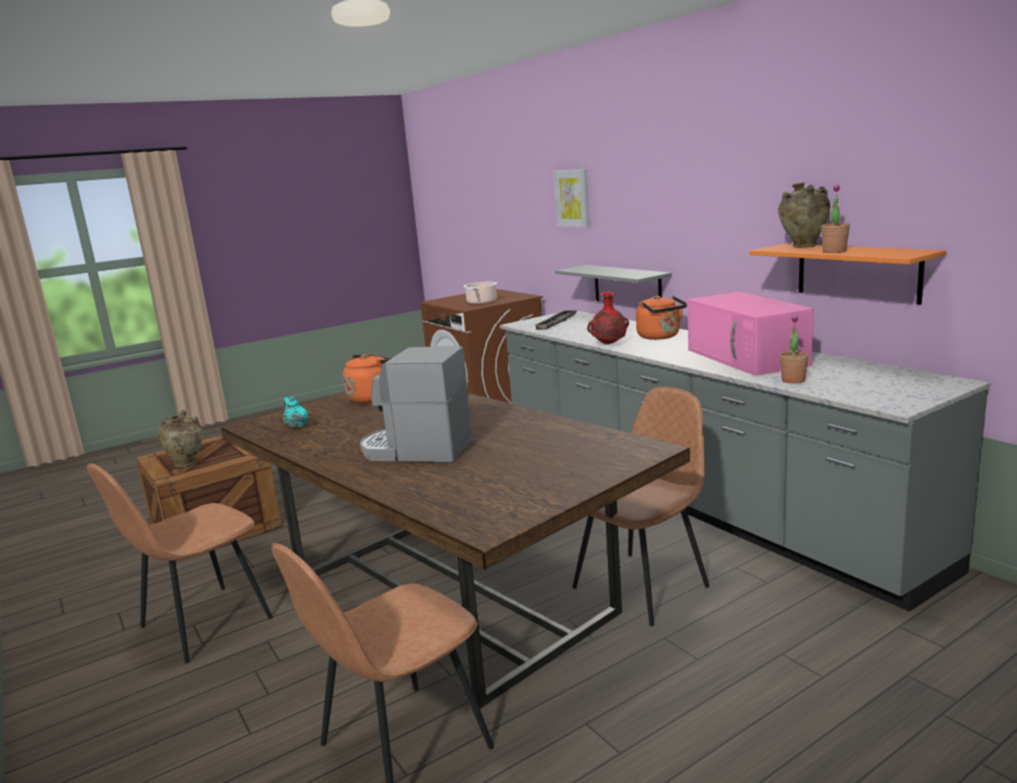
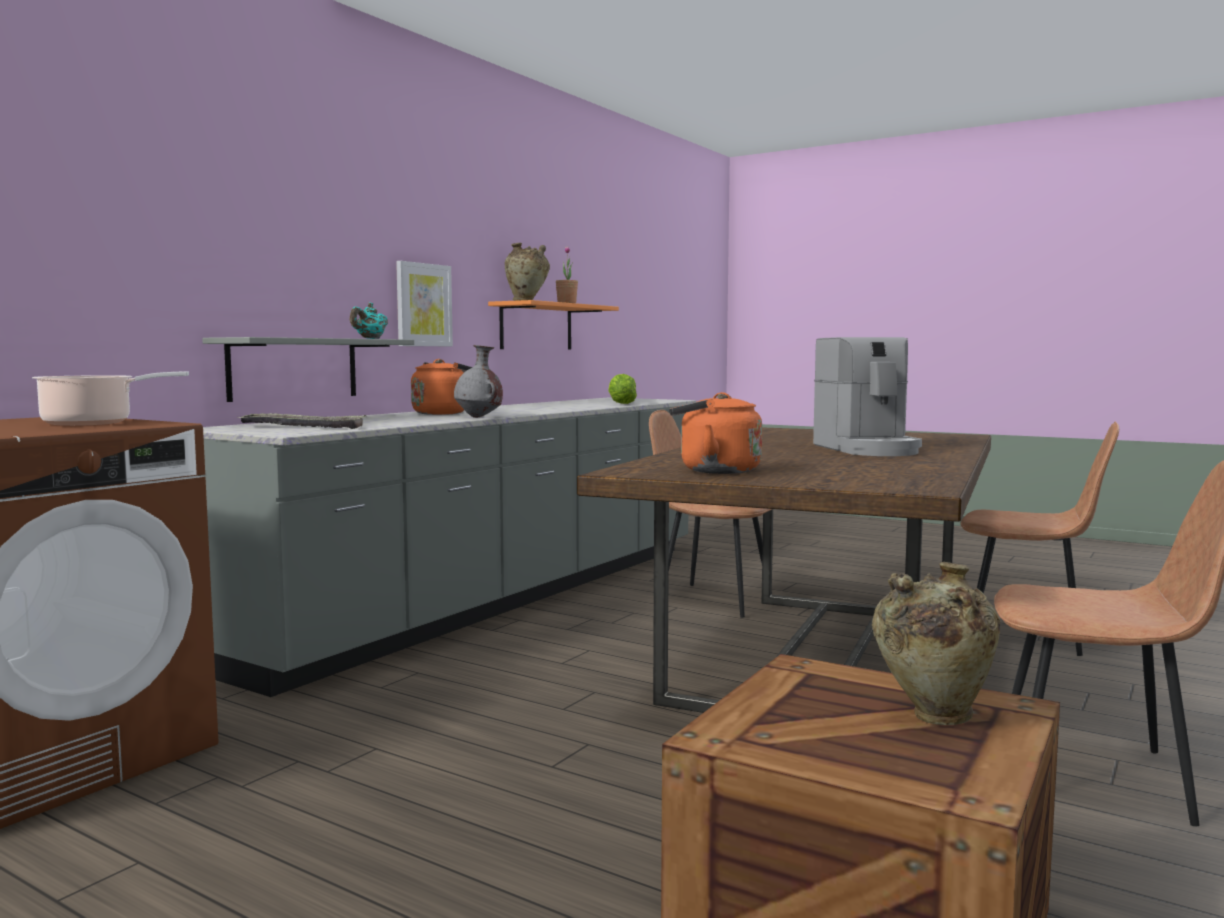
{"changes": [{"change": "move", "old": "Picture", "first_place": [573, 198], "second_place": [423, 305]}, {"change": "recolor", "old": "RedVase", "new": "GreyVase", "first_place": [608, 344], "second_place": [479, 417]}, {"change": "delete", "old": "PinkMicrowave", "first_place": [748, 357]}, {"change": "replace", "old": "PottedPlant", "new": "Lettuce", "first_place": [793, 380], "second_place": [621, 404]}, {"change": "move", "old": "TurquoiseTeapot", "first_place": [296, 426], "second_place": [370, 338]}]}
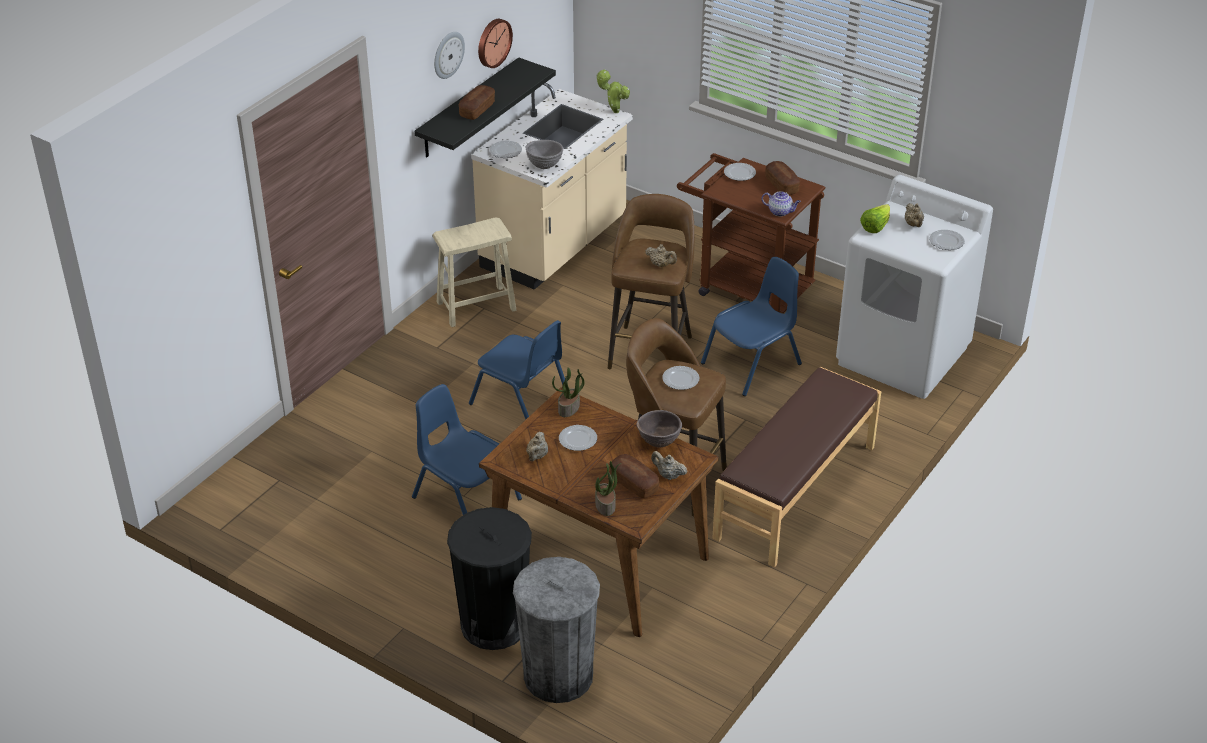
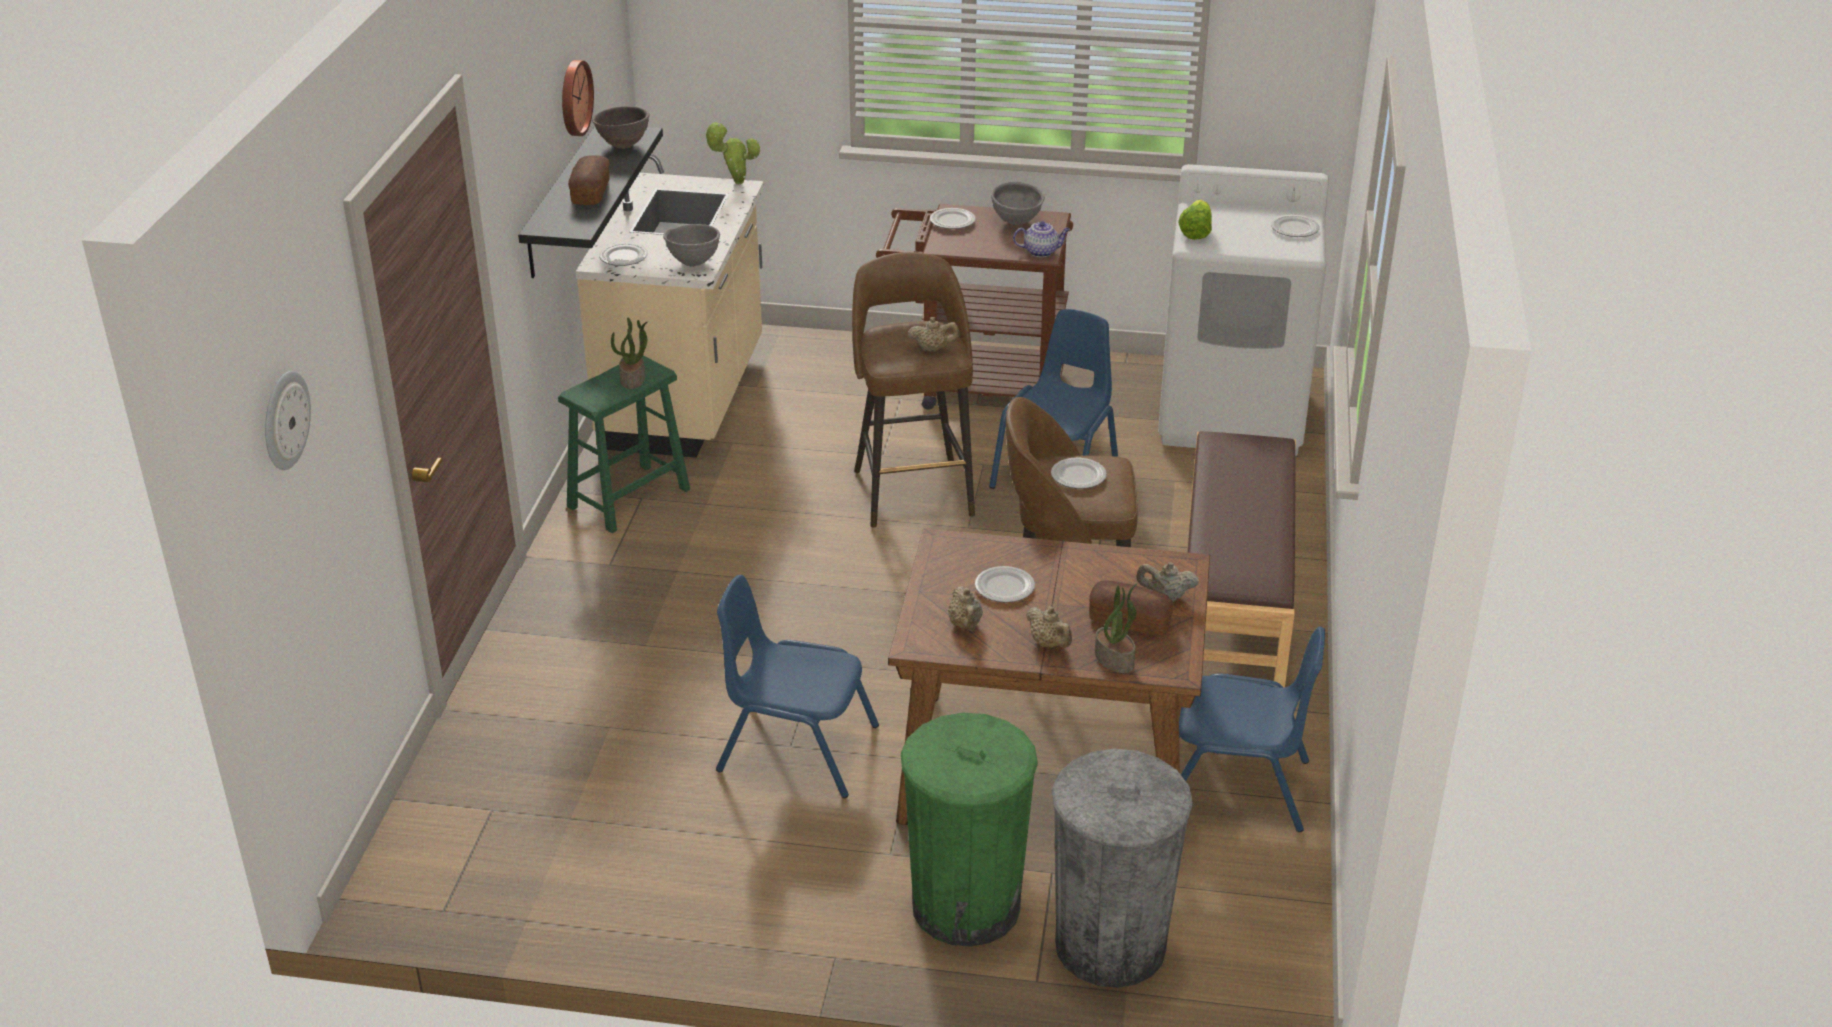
{"changes": [{"change": "move", "old": "WallClock", "first_place": [448, 54], "second_place": [284, 420]}, {"change": "replace", "old": "Bread", "new": "GreyBowl", "first_place": [781, 185], "second_place": [1016, 222]}, {"change": "move", "old": "BeigeTeapot", "first_place": [913, 224], "second_place": [1049, 644]}, {"change": "recolor", "old": "BeigeStool", "new": "GreenStool", "first_place": [476, 306], "second_place": [628, 498]}, {"change": "move", "old": "BlueChair", "first_place": [521, 403], "second_place": [1236, 787]}, {"change": "move", "old": "PottedPlant", "first_place": [569, 408], "second_place": [633, 379]}, {"change": "move", "old": "BrownBowl", "first_place": [659, 442], "second_place": [623, 146]}, {"change": "recolor", "old": "BlackTrashCan", "new": "GreenTrashCan", "first_place": [494, 624], "second_place": [965, 906]}]}
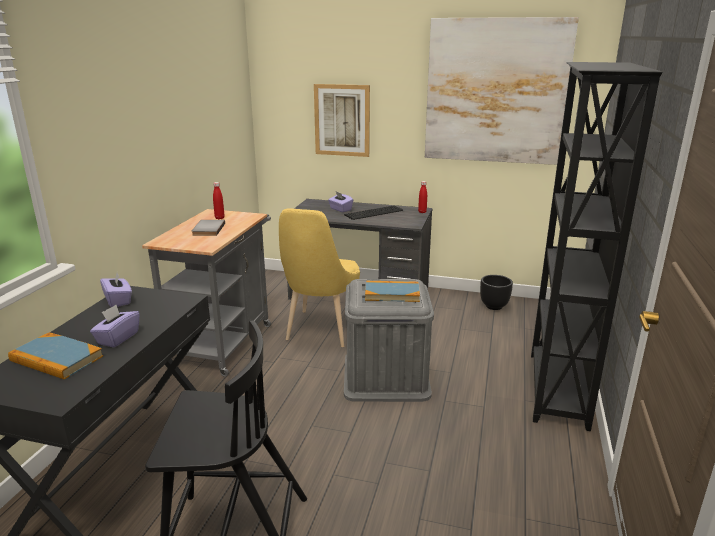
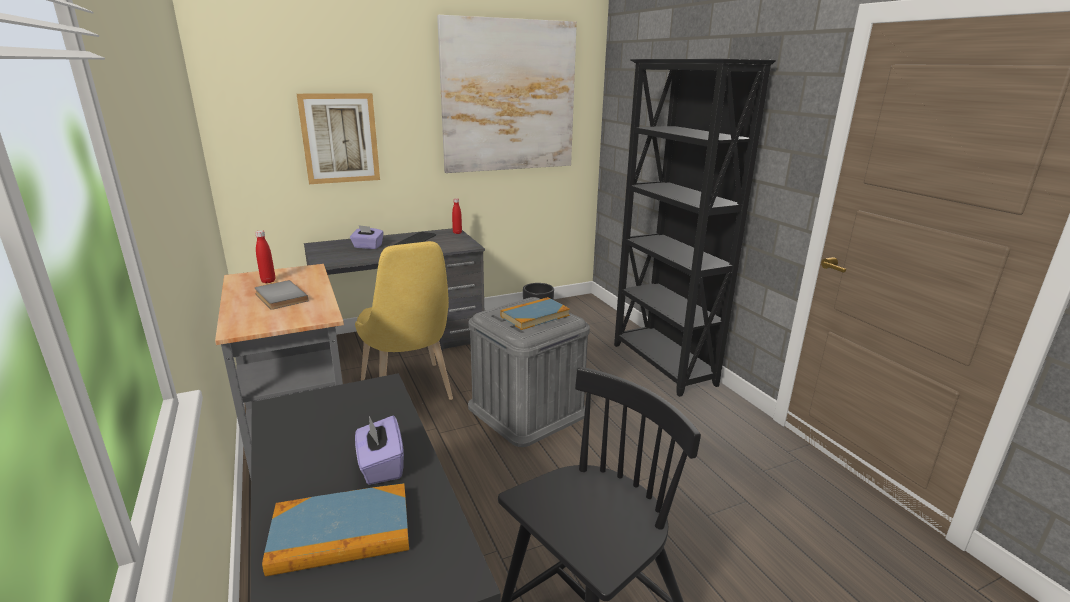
{"changes": [{"change": "delete", "old": "PurpleTissueBox", "first_place": [118, 300]}]}
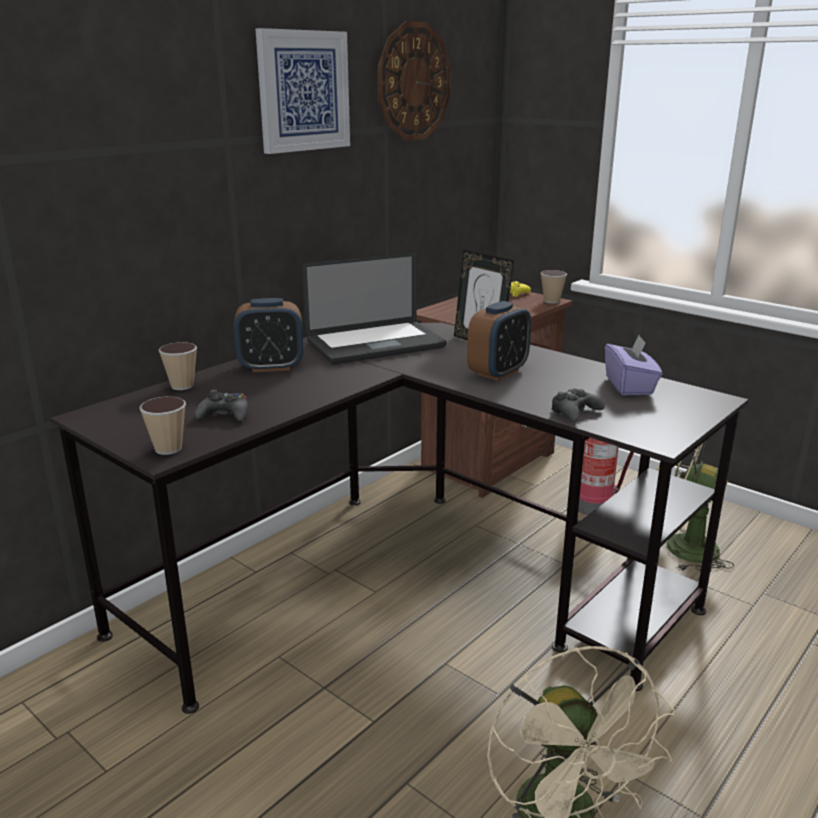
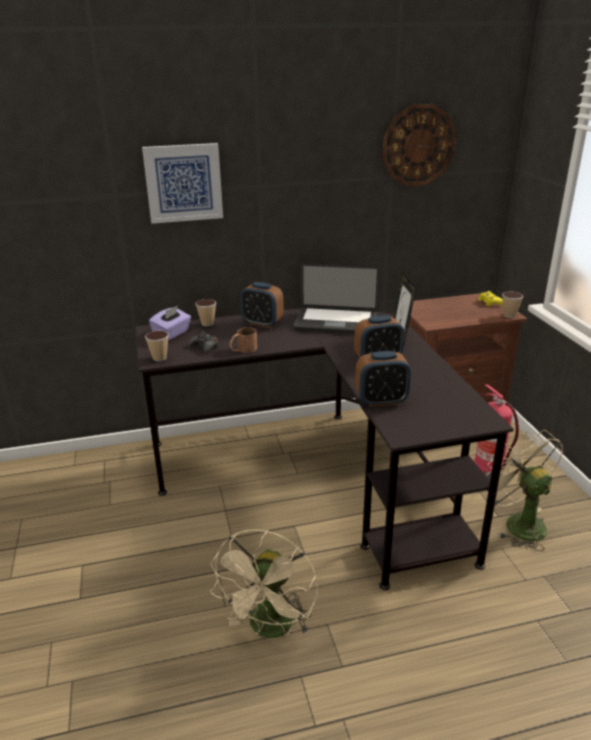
{"changes": [{"change": "move", "old": "Picture", "first_place": [303, 91], "second_place": [183, 183]}, {"change": "move", "old": "PurpleTissueBox", "first_place": [630, 386], "second_place": [172, 334]}, {"change": "replace", "old": "BlackGameController", "new": "AlarmClock", "first_place": [575, 412], "second_place": [381, 401]}, {"change": "insert", "new": "BrownMug", "second_place": [243, 349]}]}
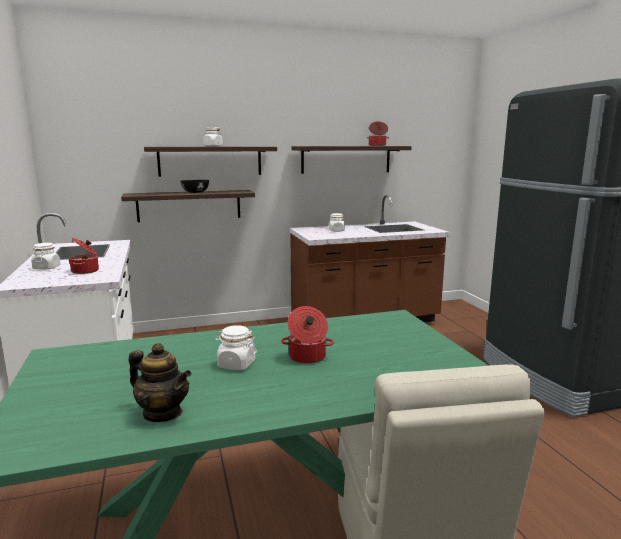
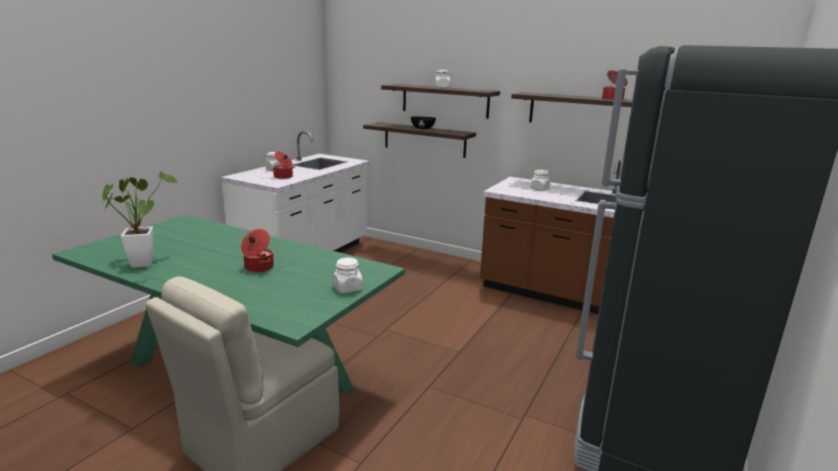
{"changes": [{"change": "move", "old": "WhiteJar", "first_place": [236, 364], "second_place": [347, 288]}, {"change": "replace", "old": "Teapot", "new": "PottedPlant", "first_place": [163, 413], "second_place": [144, 262]}]}
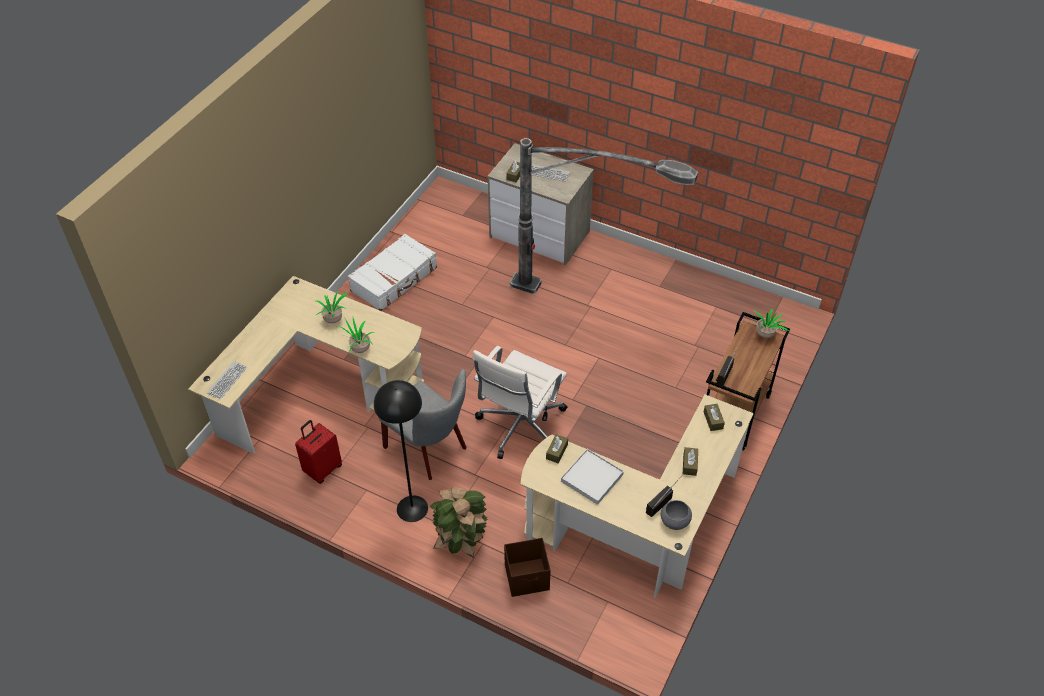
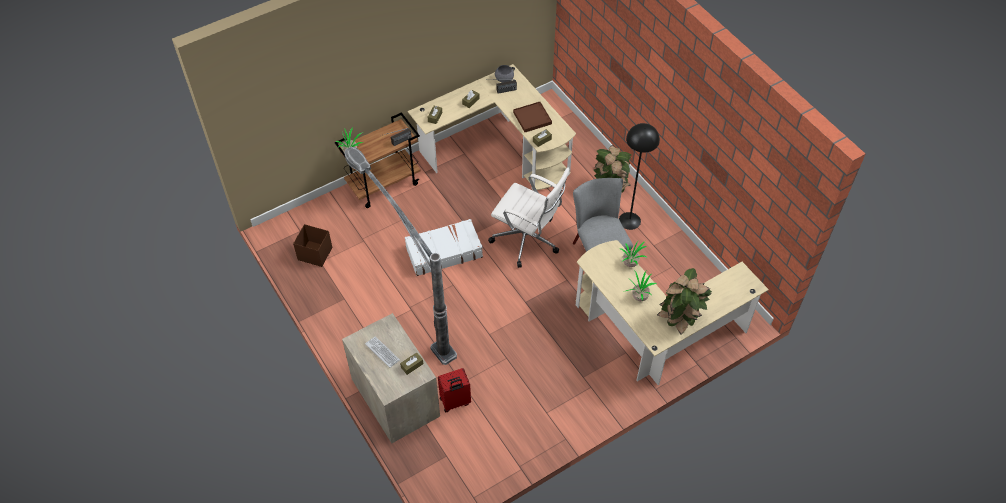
{"changes": [{"change": "move", "old": "WhiteSuitcase", "first_place": [394, 279], "second_place": [443, 252]}, {"change": "rotate", "old": "WhiteOfficeChair", "first_place": [520, 427], "second_place": [528, 240], "degrees": 60}, {"change": "delete", "old": "Keyboard", "first_place": [227, 380]}, {"change": "move", "old": "RedSuitcase", "first_place": [322, 469], "second_place": [455, 402]}, {"change": "recolor", "old": "WhiteTray", "new": "BrownTray", "first_place": [591, 478], "second_place": [532, 118]}, {"change": "move", "old": "BrownStorageBox", "first_place": [527, 578], "second_place": [314, 253]}, {"change": "insert", "new": "PottedPlant", "second_place": [680, 319]}]}
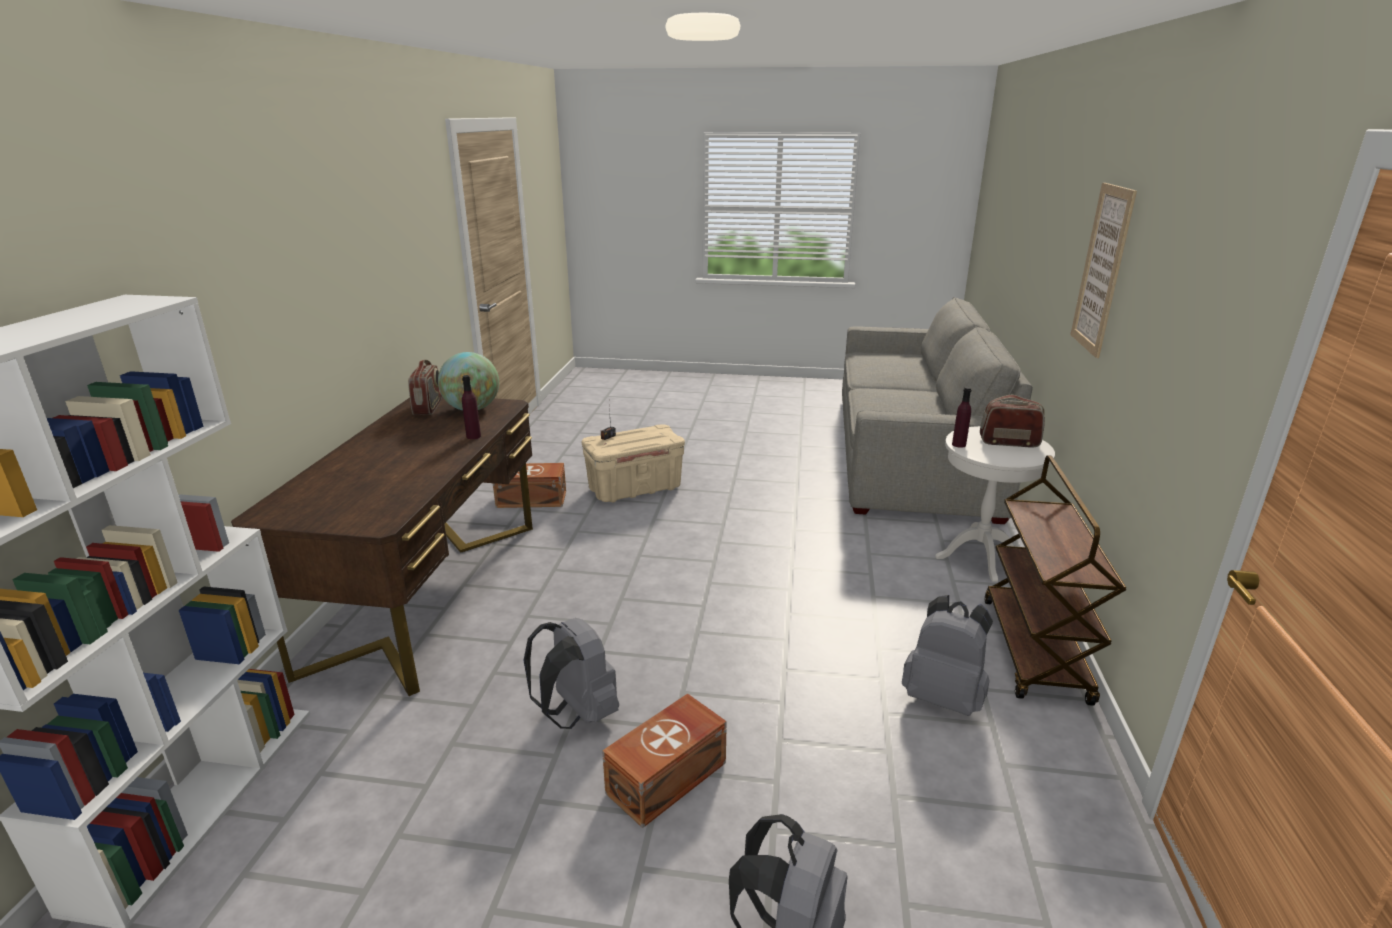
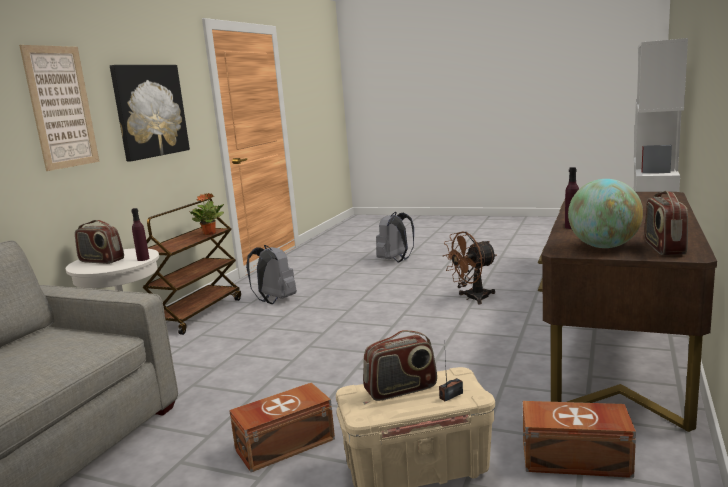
{"changes": [{"change": "replace", "old": "GreyBackpack", "new": "BrownFan", "first_place": [577, 713], "second_place": [472, 298]}, {"change": "move", "old": "BrownStorageBox", "first_place": [669, 777], "second_place": [283, 444]}, {"change": "insert", "new": "Picture", "second_place": [150, 111]}, {"change": "insert", "new": "PottedPlant", "second_place": [210, 233]}, {"change": "insert", "new": "Radio", "second_place": [401, 390]}]}
